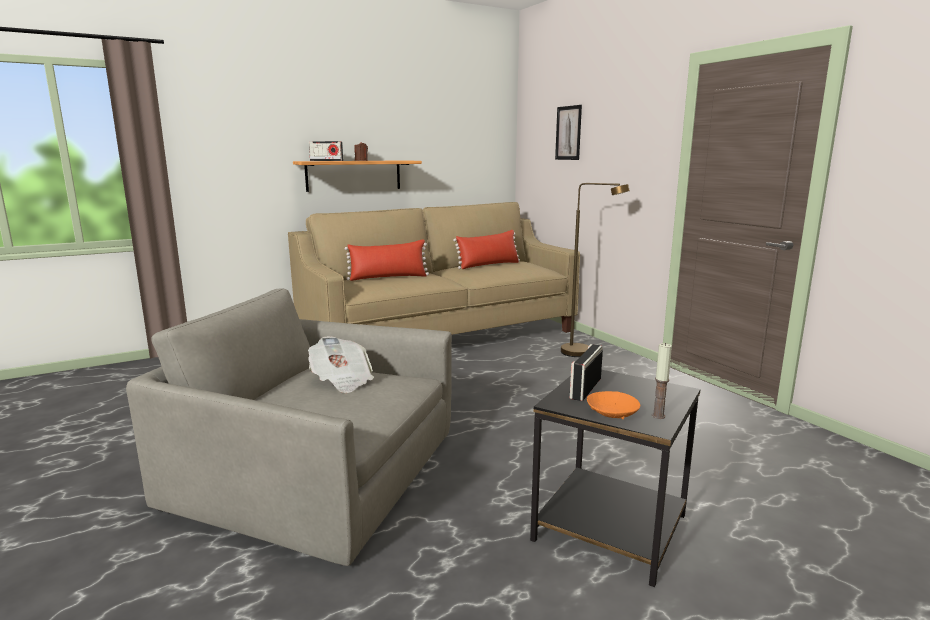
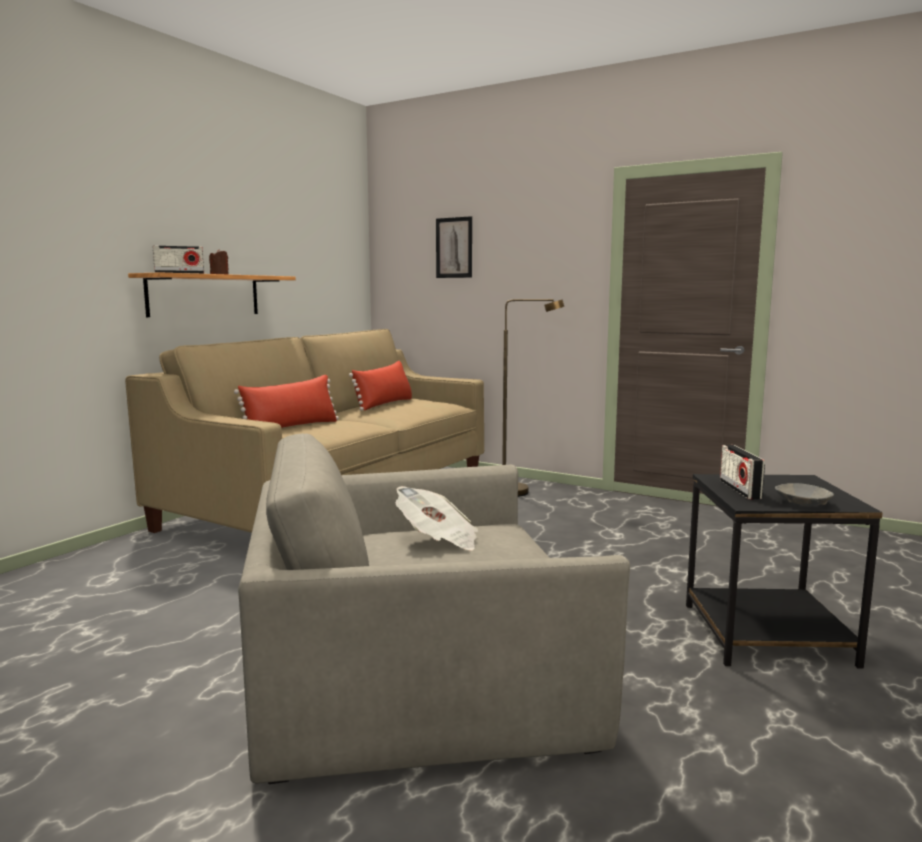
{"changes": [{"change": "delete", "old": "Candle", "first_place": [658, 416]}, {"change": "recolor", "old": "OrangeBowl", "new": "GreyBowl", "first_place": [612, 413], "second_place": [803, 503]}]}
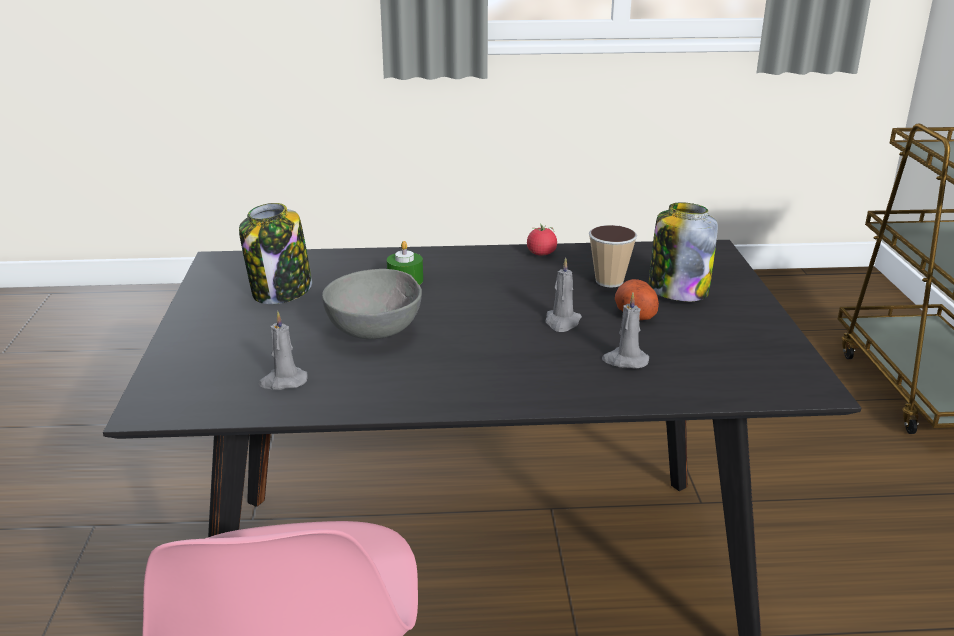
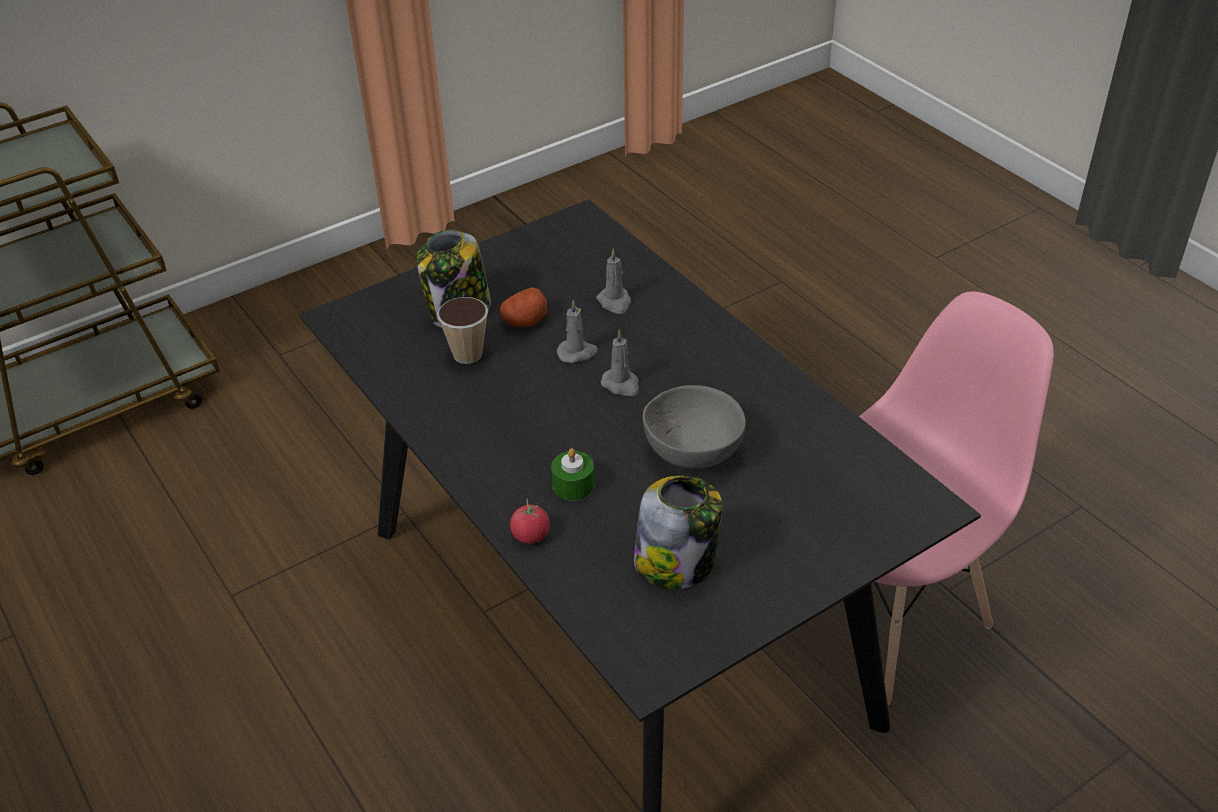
{"changes": [{"change": "move", "old": "Tomato", "first_place": [541, 253], "second_place": [531, 535]}, {"change": "move", "old": "GreyCandle", "first_place": [283, 381], "second_place": [621, 384]}]}
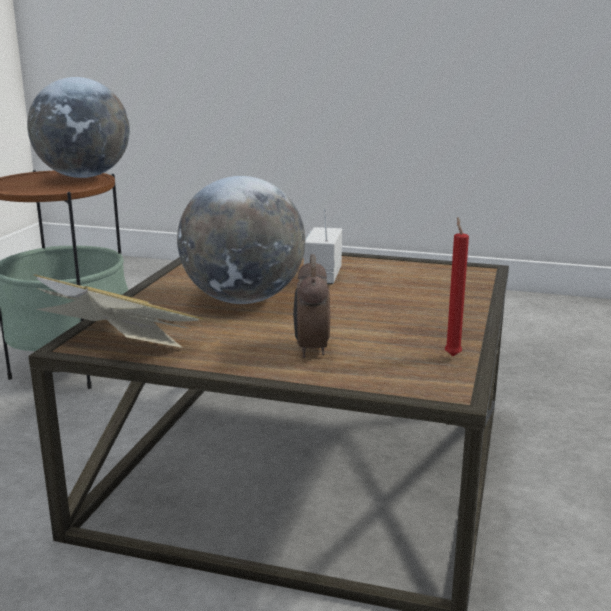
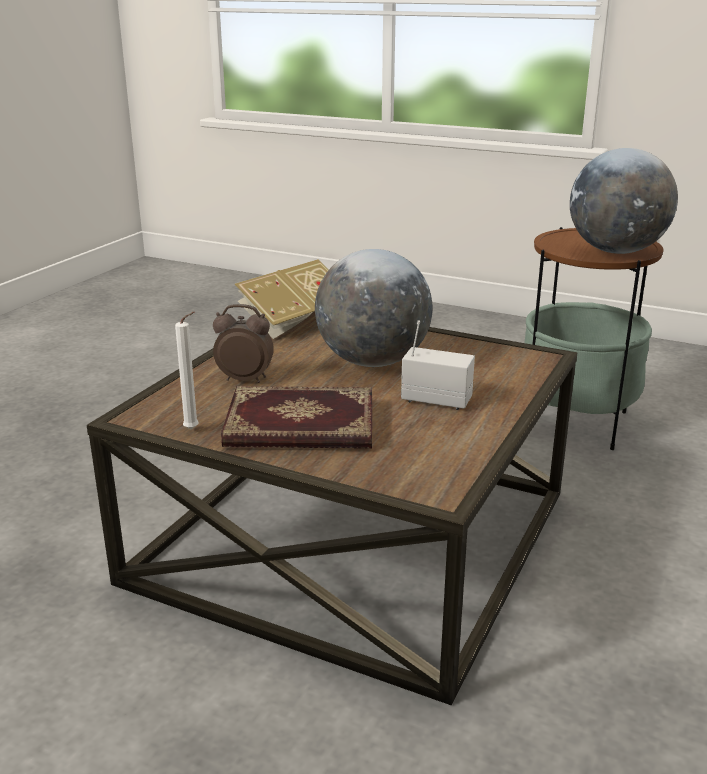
{"changes": [{"change": "recolor", "old": "RedCandle", "new": "WhiteCandle", "first_place": [452, 355], "second_place": [193, 429]}, {"change": "insert", "new": "Book", "second_place": [300, 426]}]}
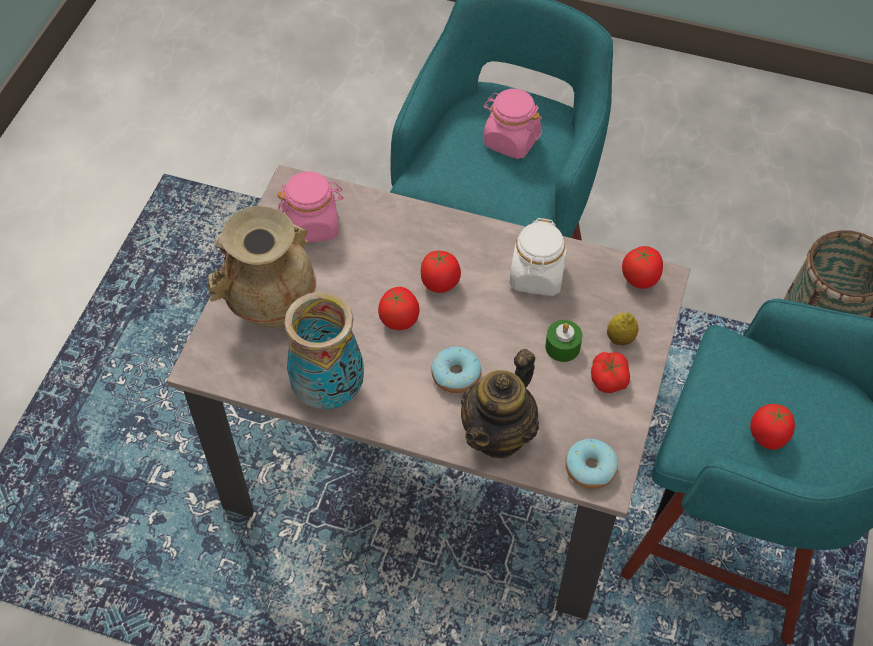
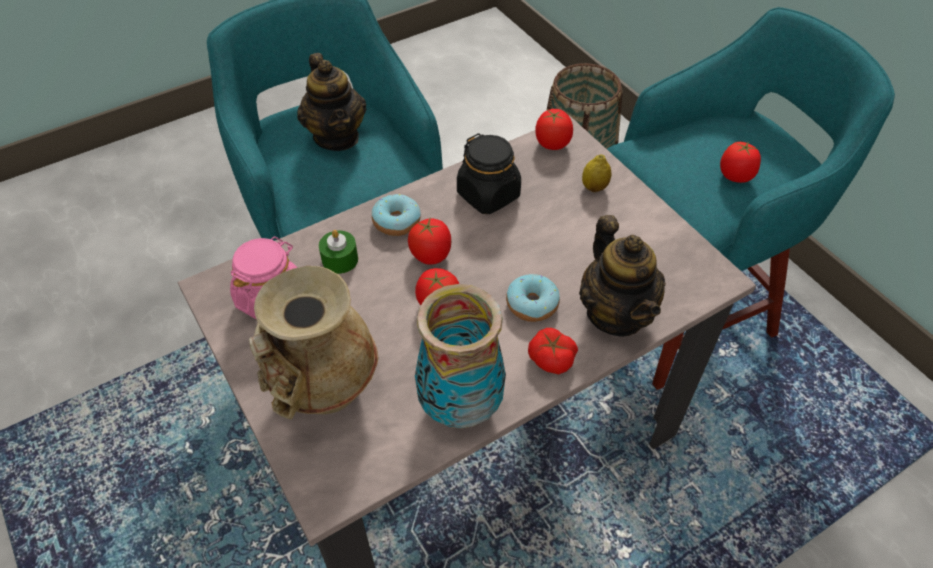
{"changes": [{"change": "replace", "old": "PinkJar", "new": "Teapot", "first_place": [511, 140], "second_place": [337, 136]}, {"change": "recolor", "old": "WhiteJar", "new": "BlackJar", "first_place": [537, 276], "second_place": [488, 195]}, {"change": "move", "old": "GreenCandle", "first_place": [562, 347], "second_place": [340, 259]}, {"change": "move", "old": "Tomato", "first_place": [608, 378], "second_place": [551, 358]}, {"change": "move", "old": "Donut", "first_place": [590, 468], "second_place": [396, 221]}]}
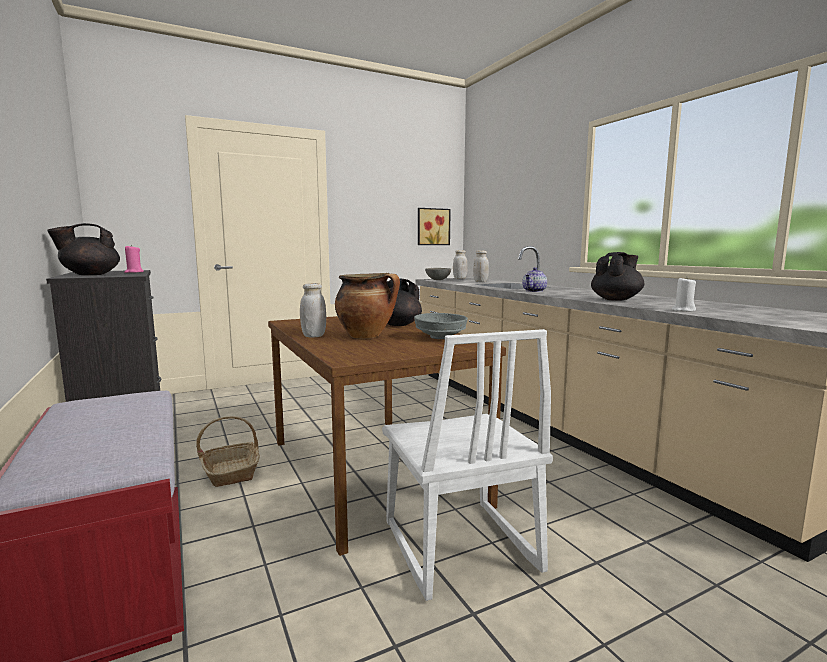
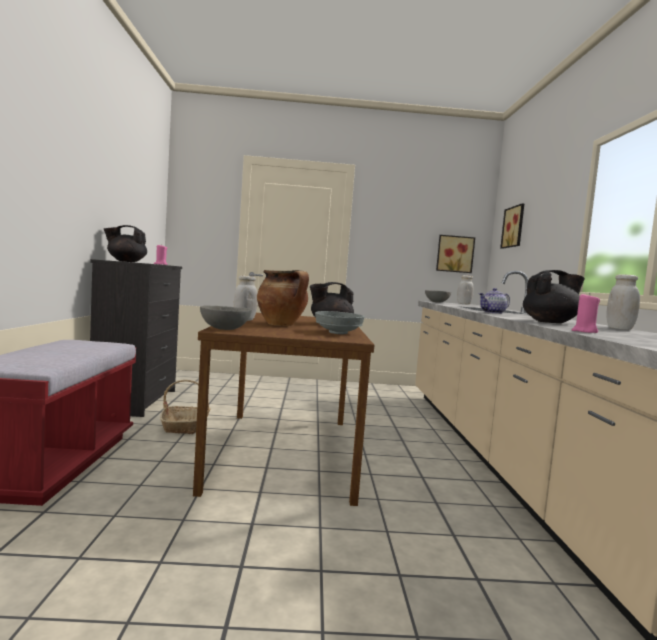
{"changes": [{"change": "move", "old": "WhiteJar", "first_place": [480, 282], "second_place": [619, 329]}, {"change": "recolor", "old": "WhiteCandle", "new": "PinkCandle", "first_place": [683, 310], "second_place": [584, 331]}, {"change": "delete", "old": "WhiteChair", "first_place": [458, 547]}, {"change": "insert", "new": "Picture", "second_place": [514, 227]}, {"change": "insert", "new": "GreyBowl", "second_place": [224, 329]}]}
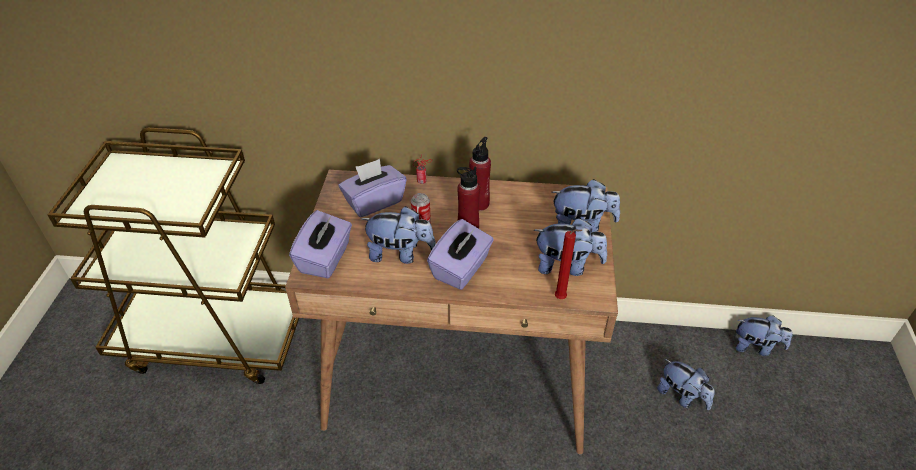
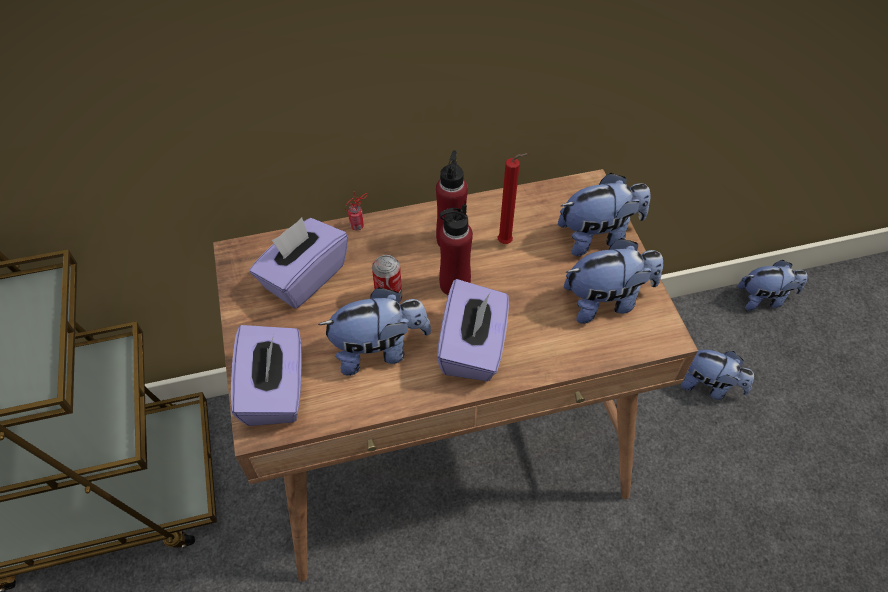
{"changes": [{"change": "move", "old": "RedCandle", "first_place": [562, 299], "second_place": [507, 242]}]}
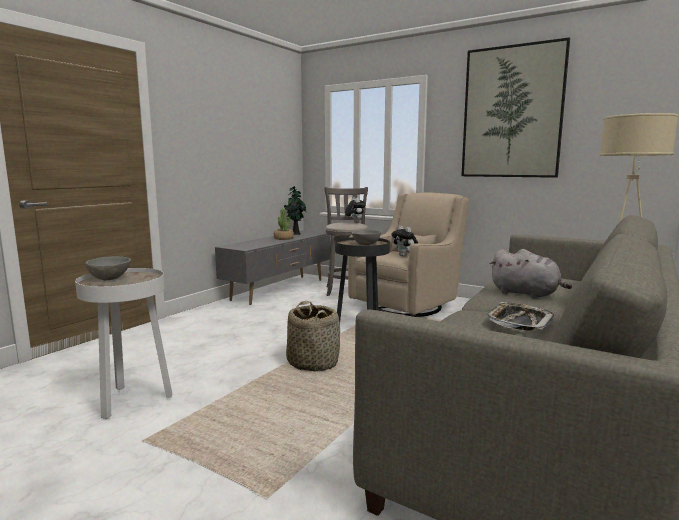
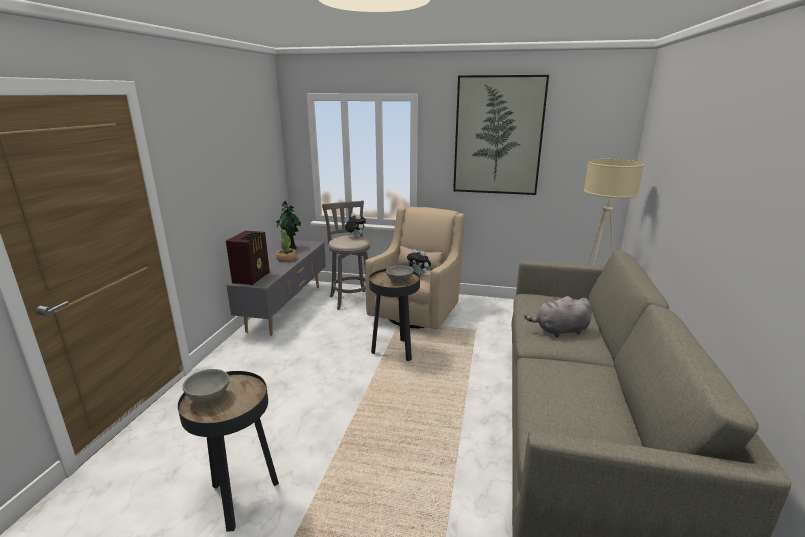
{"changes": [{"change": "rotate", "old": "GreyPlushToy", "first_place": [526, 294], "second_place": [559, 331], "degrees": 150}, {"change": "recolor", "old": "WhiteSideTable", "new": "BlackSideTable", "first_place": [132, 401], "second_place": [241, 499]}, {"change": "delete", "old": "Basket", "first_place": [313, 362]}, {"change": "delete", "old": "Tray", "first_place": [519, 322]}, {"change": "insert", "new": "Radio", "second_place": [252, 277]}]}
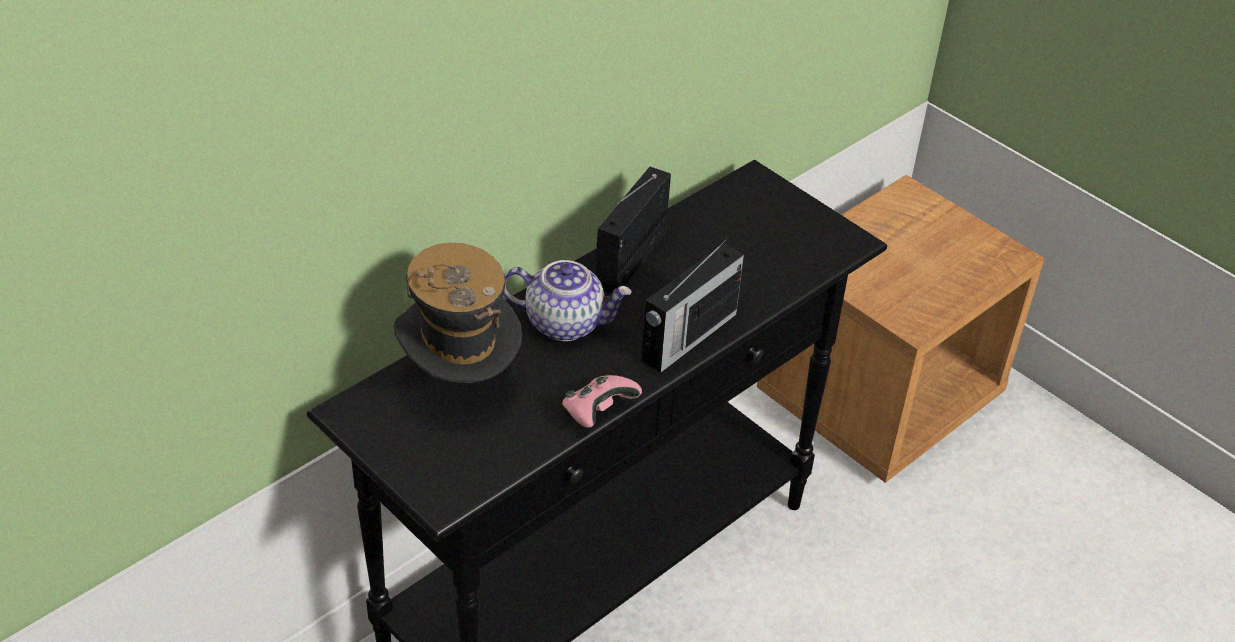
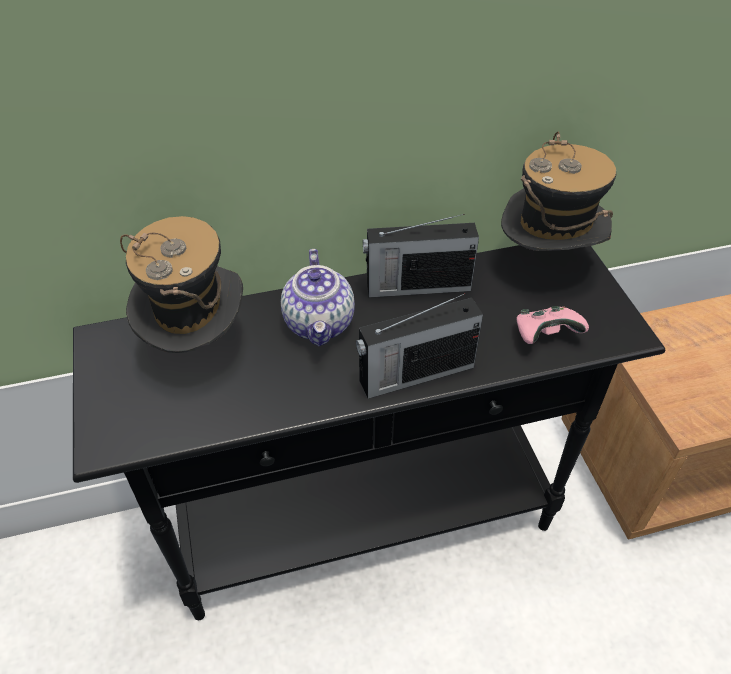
{"changes": [{"change": "rotate", "old": "Radio", "first_place": [632, 258], "second_place": [416, 286], "degrees": -150}, {"change": "rotate", "old": "Teapot", "first_place": [565, 322], "second_place": [320, 323], "degrees": 45}, {"change": "move", "old": "PinkGameController", "first_place": [598, 412], "second_place": [545, 335]}, {"change": "insert", "new": "Hat", "second_place": [546, 264]}]}
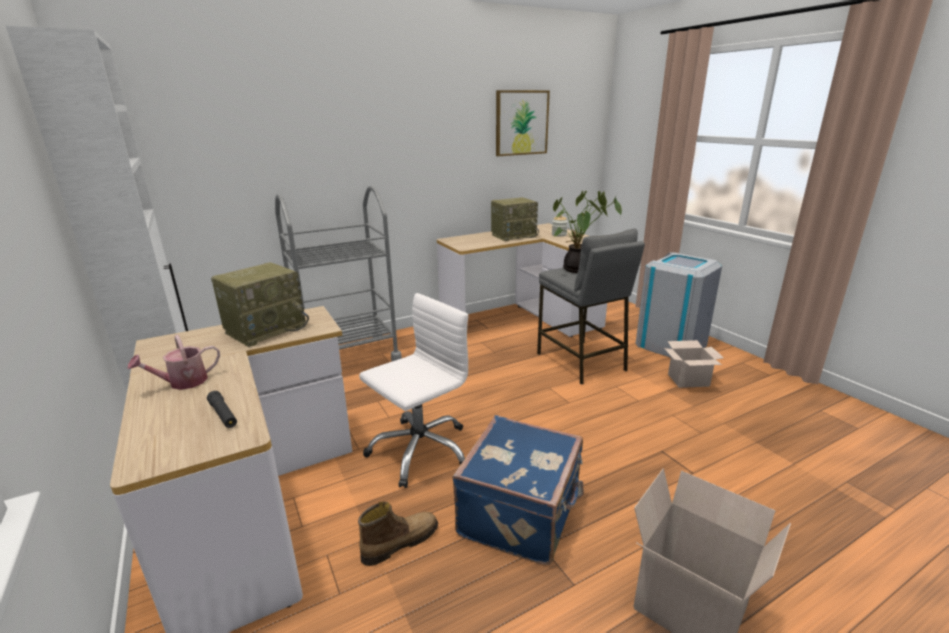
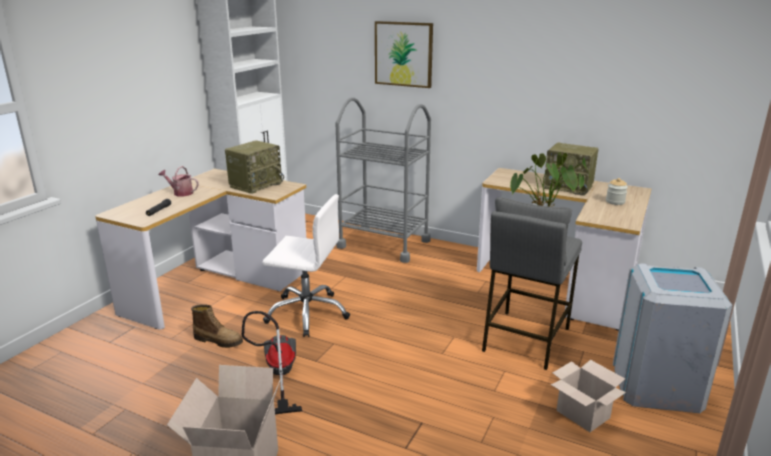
{"changes": [{"change": "move", "old": "Picture", "first_place": [521, 123], "second_place": [403, 54]}, {"change": "rotate", "old": "Radio", "first_place": [266, 329], "second_place": [256, 184], "degrees": -60}, {"change": "replace", "old": "BlueSuitcase", "new": "VacuumCleaner", "first_place": [522, 514], "second_place": [277, 375]}]}
